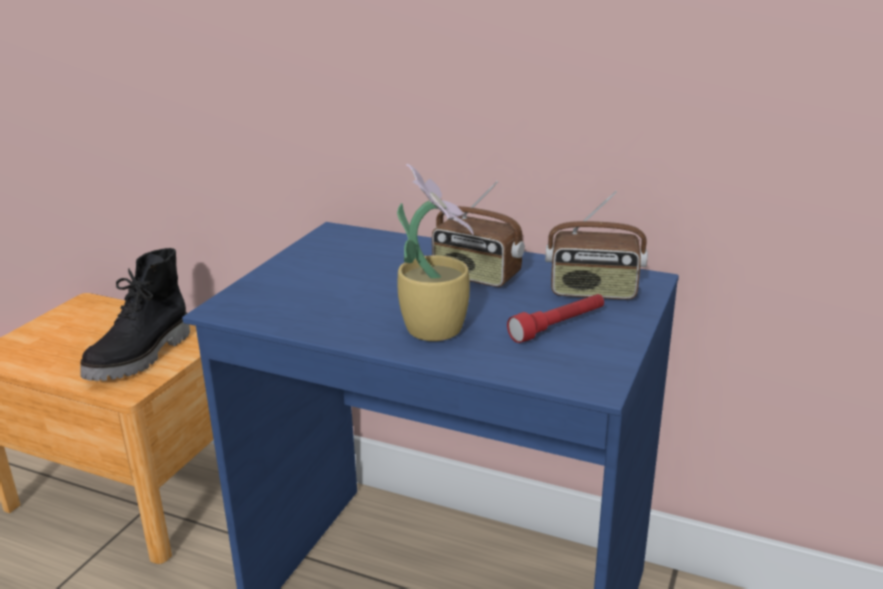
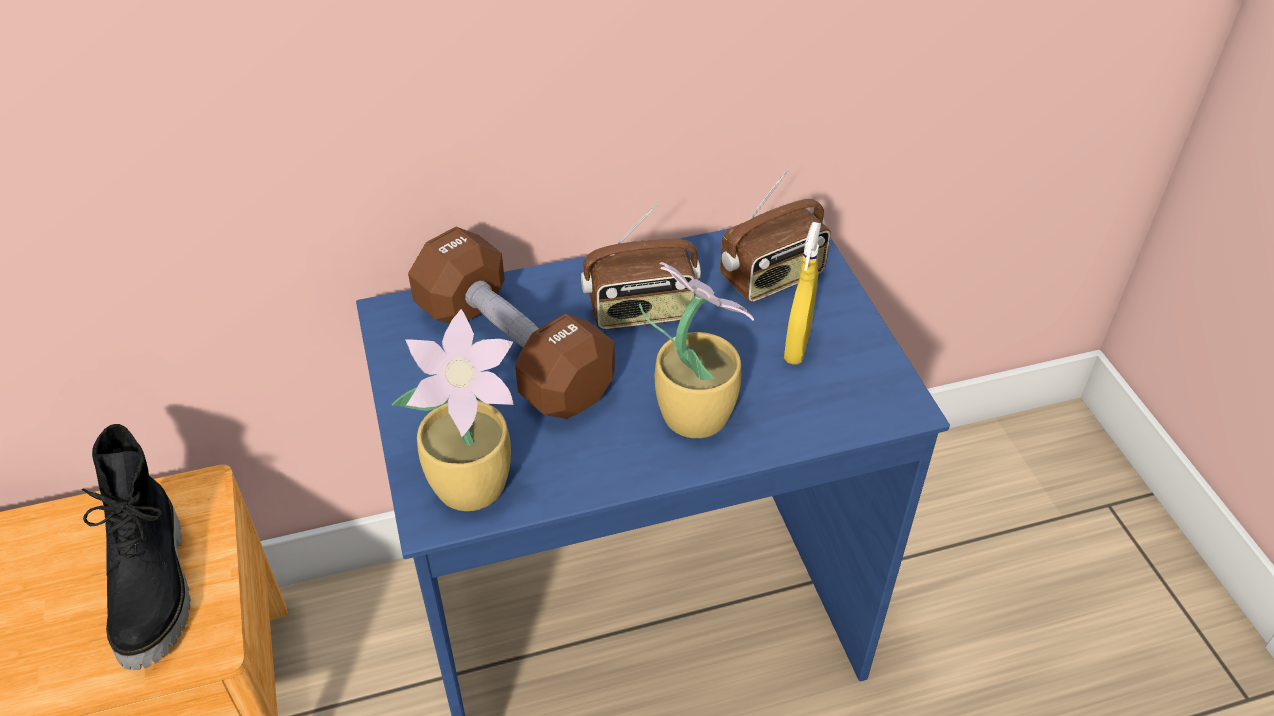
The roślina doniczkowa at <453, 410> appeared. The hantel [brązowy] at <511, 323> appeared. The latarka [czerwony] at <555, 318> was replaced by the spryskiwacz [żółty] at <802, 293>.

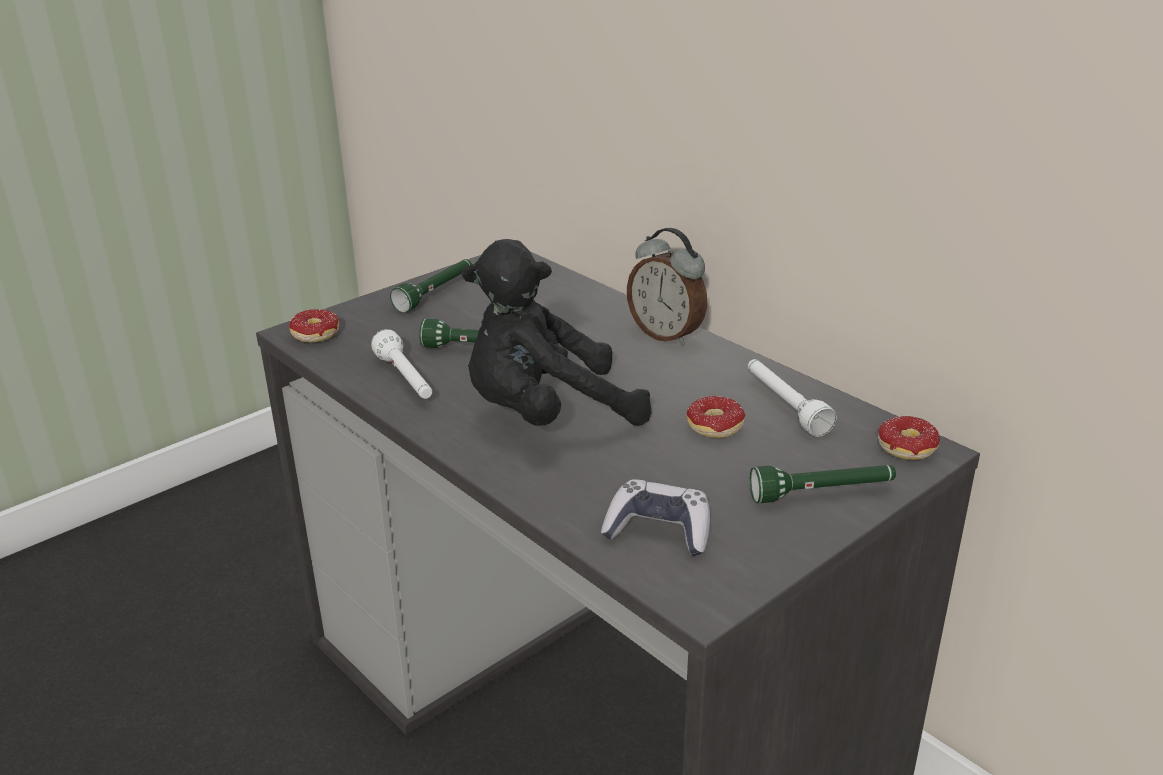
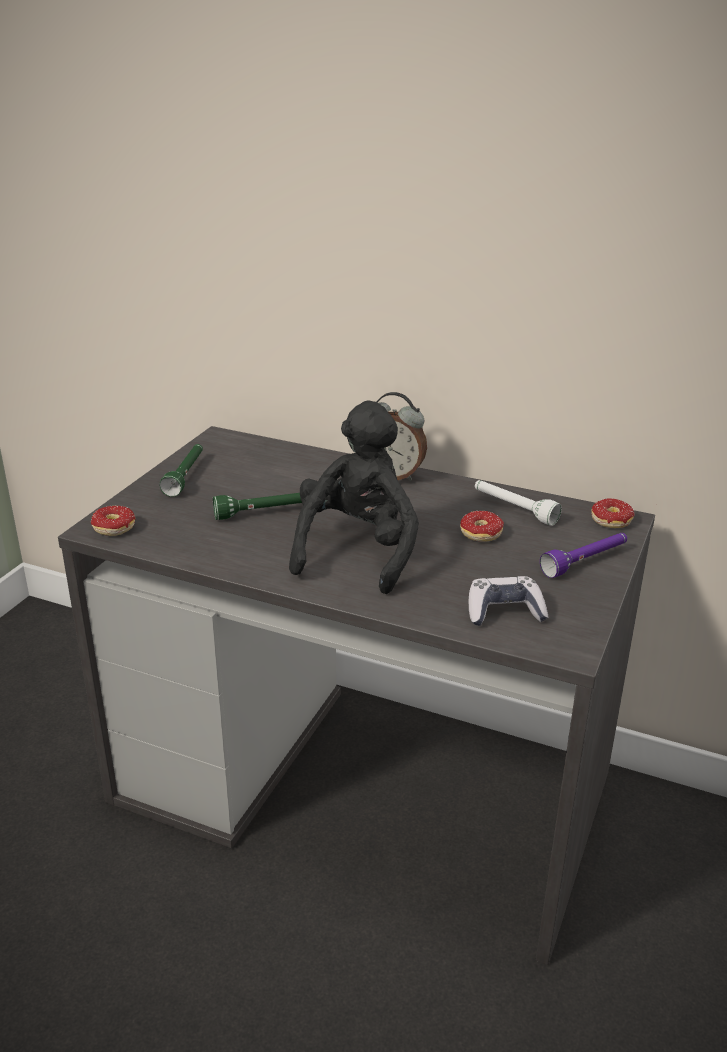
The pluszak [czarny] at <557, 332> turned 150 degrees clockwise. The latarka [zielony] at <823, 484> became the latarka [fioletowy] at <583, 555>. The latarka [biały] at <401, 364> disappeared.

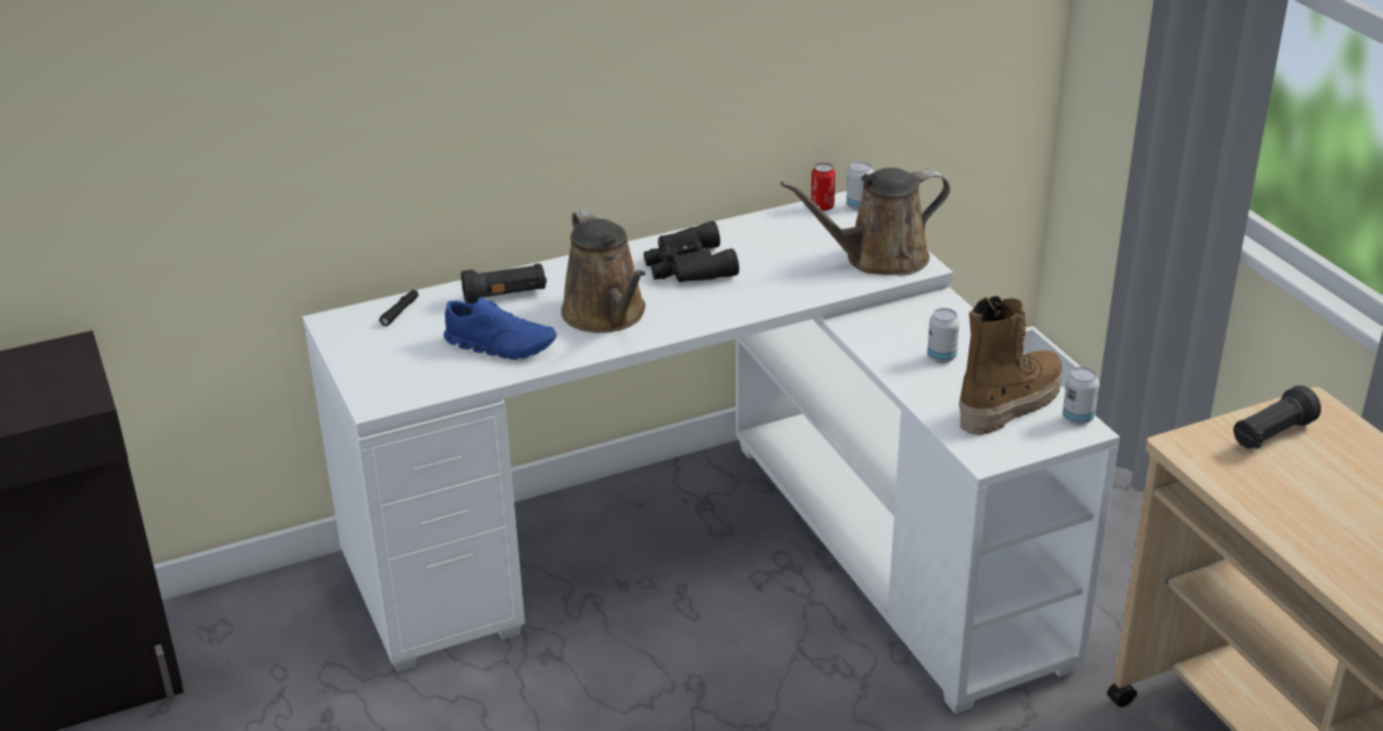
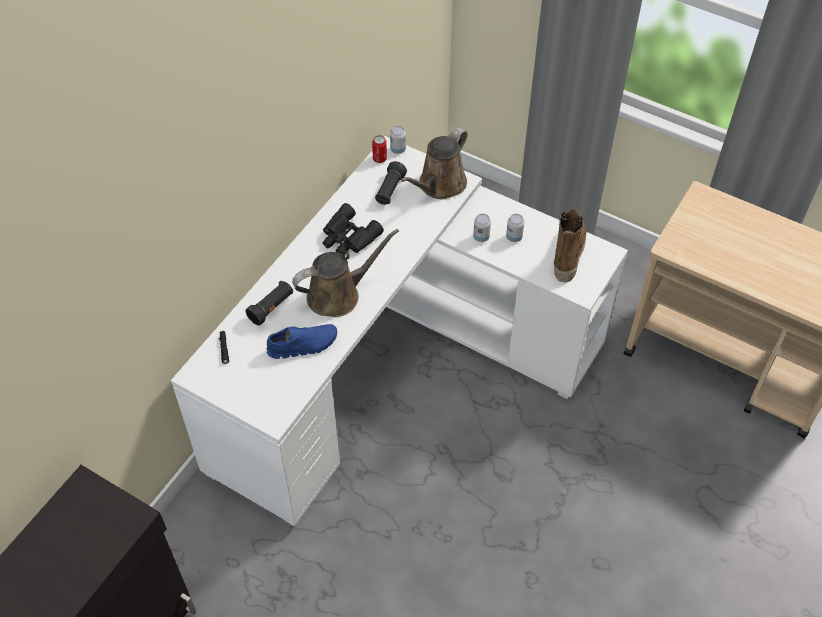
The konewka [brązowy] at <603, 271> turned 60 degrees counterclockwise. The latarka [czarny] moved from <1277, 417> to <391, 183>. The puszka moved from <1081, 396> to <482, 228>.

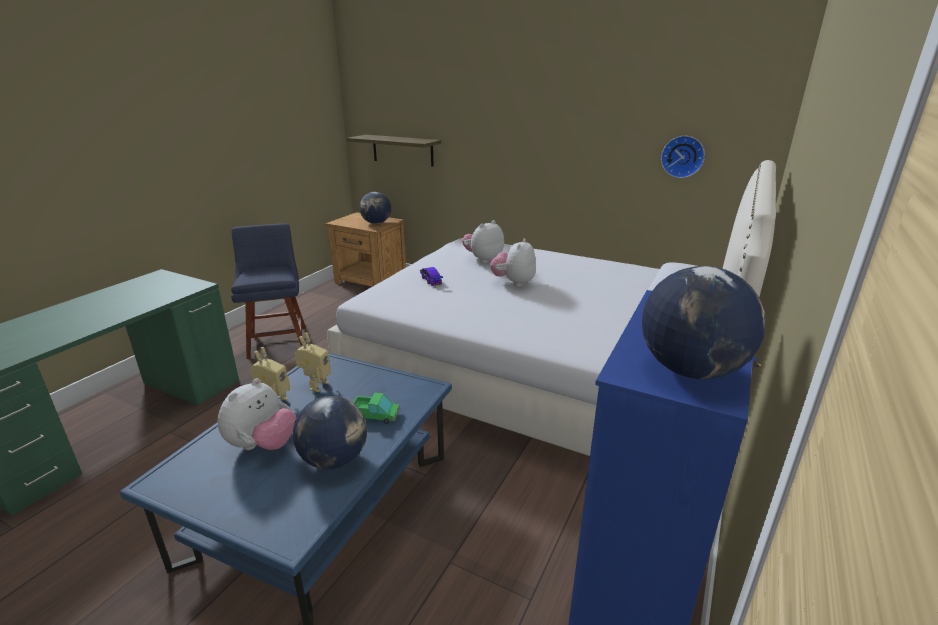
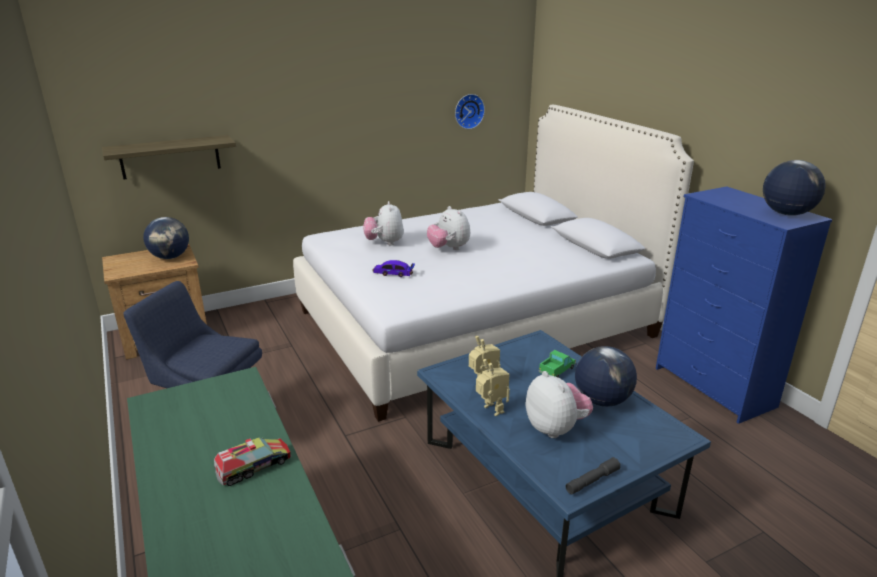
The ciężarówka zabawkowa at <253, 462> appeared. The latarka [szary] at <593, 475> appeared.

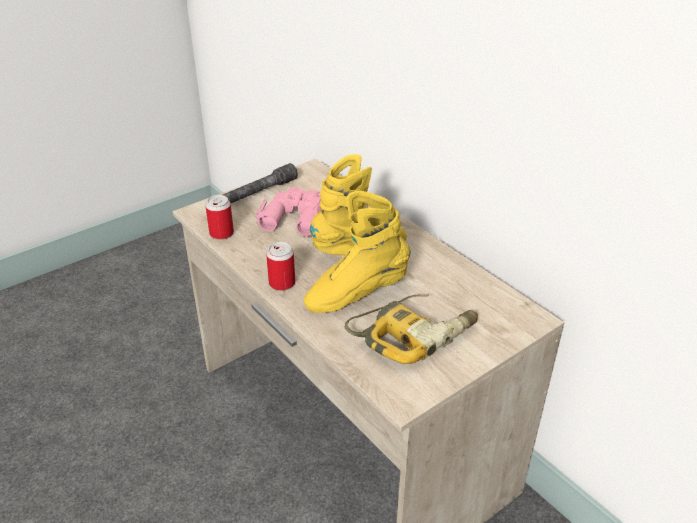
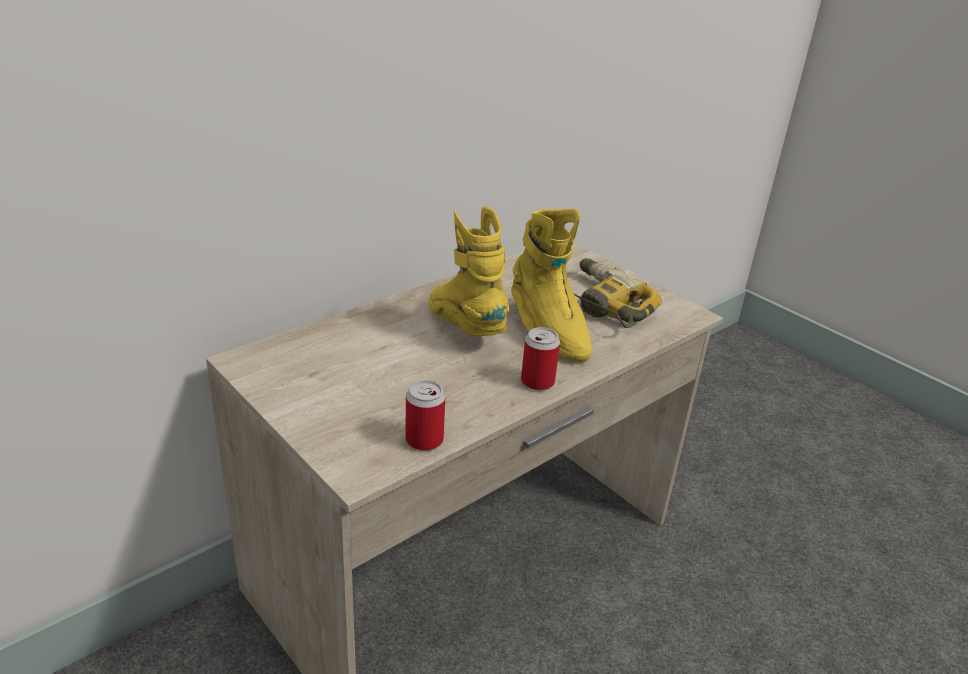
The latarka [szary] at <260, 183> disappeared. The lornetka [różowy] at <288, 212> disappeared.

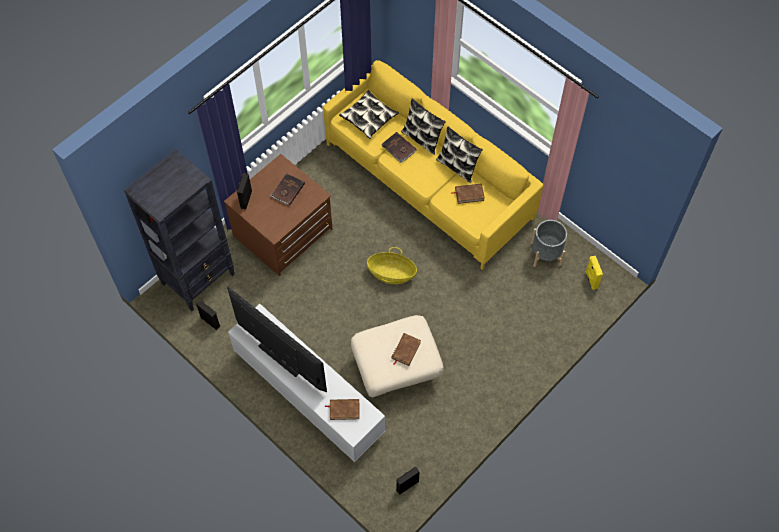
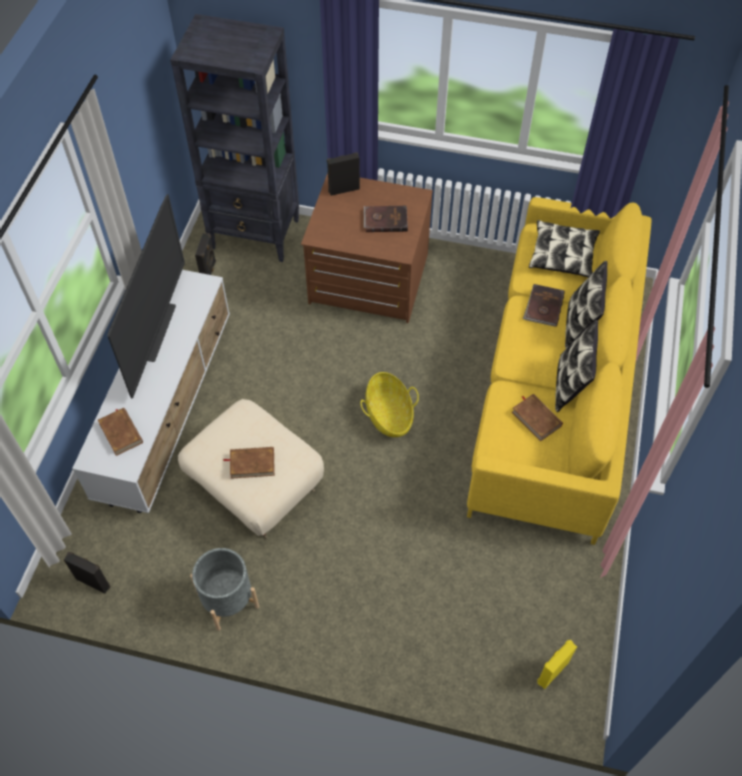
The donica [szary] moved from <549, 243> to <224, 589>.

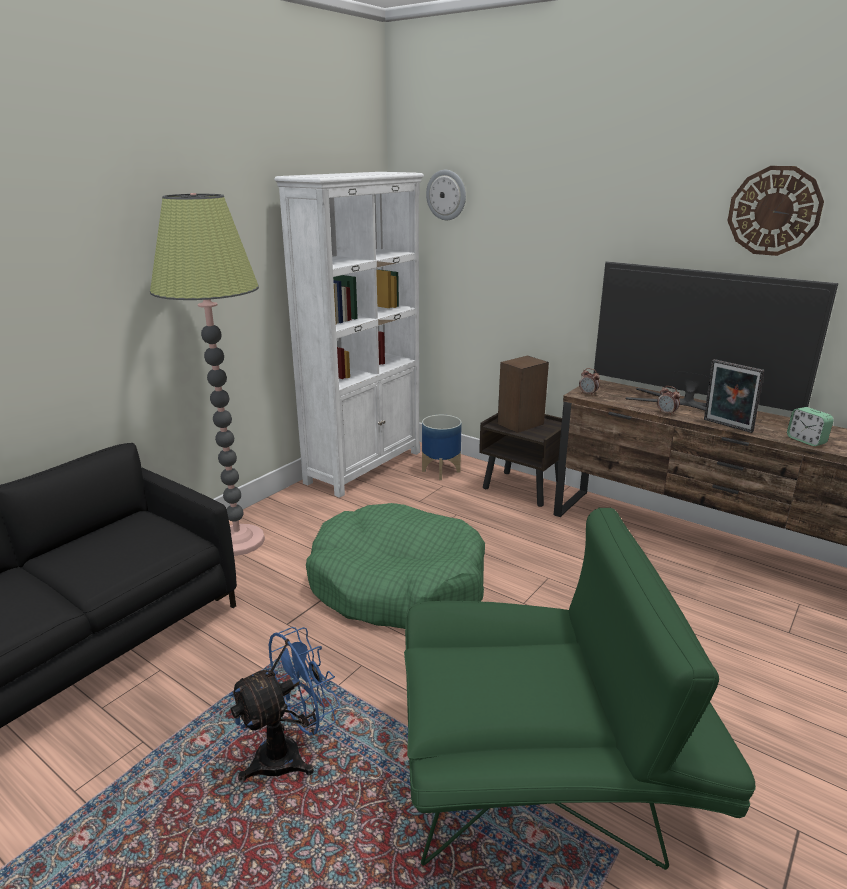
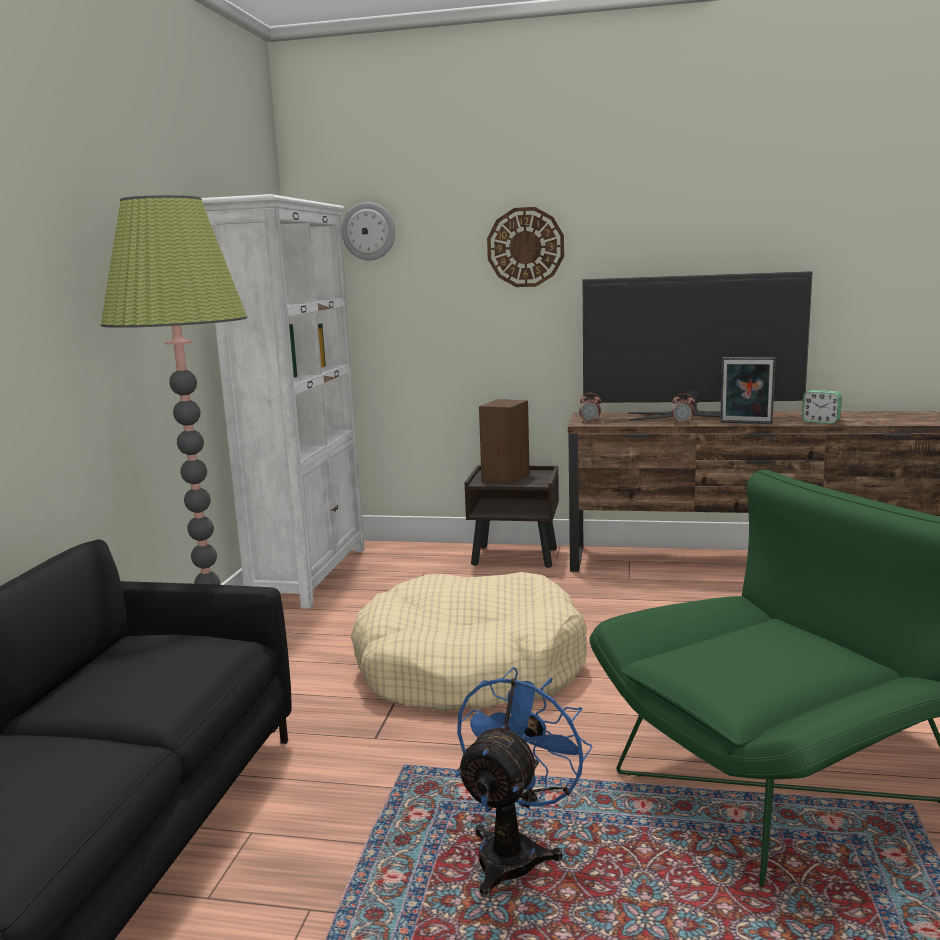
The legowisko [zielony] at <395, 566> became the legowisko [beżowy] at <469, 642>. The zegar ścienny moved from <775, 211> to <525, 247>. The donica at <442, 447> disappeared.

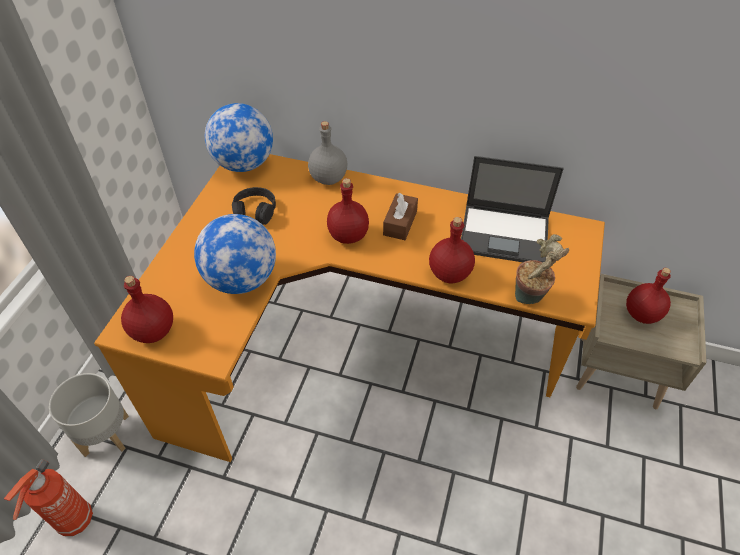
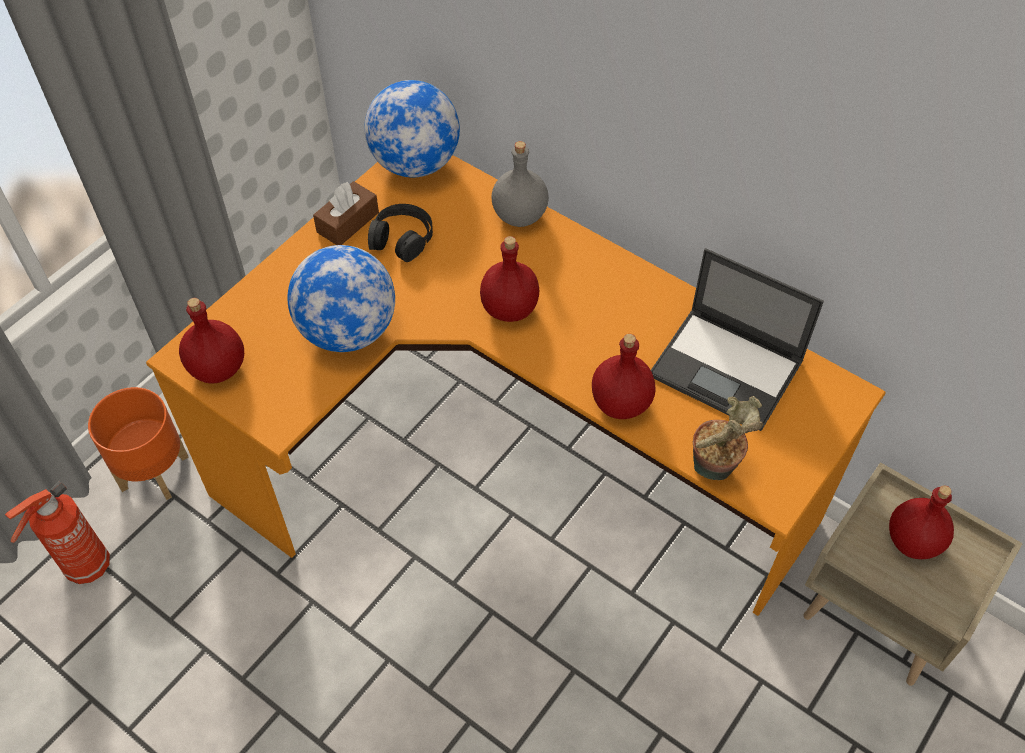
The donica [szary] at <89, 415> became the donica [pomarańczowy] at <138, 443>. The pudełko chusteczek [brązowy] moved from <400, 216> to <346, 213>.

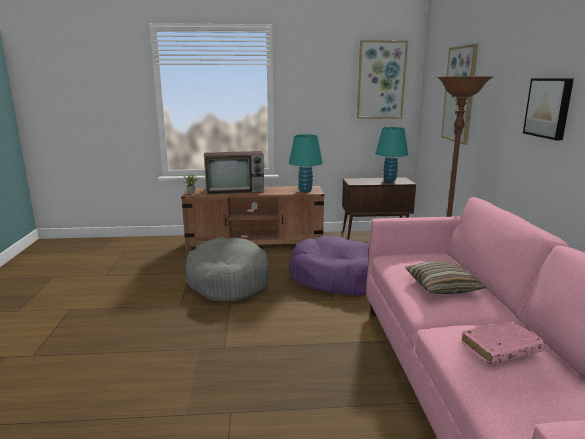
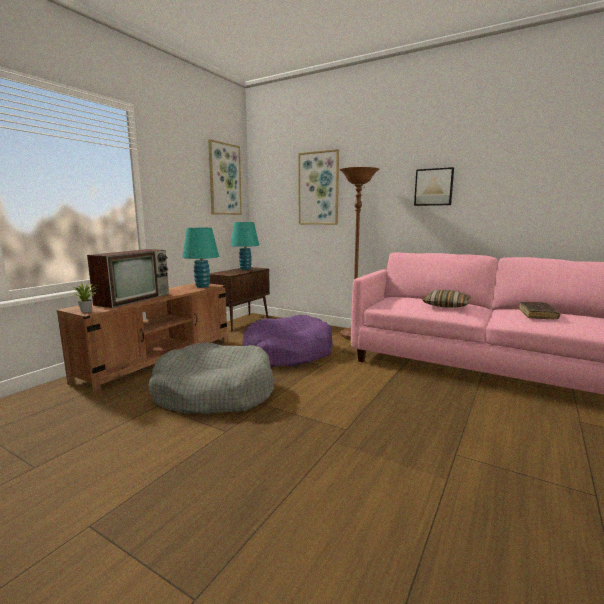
The książka [różowy] at <503, 342> became the książka [brązowy] at <539, 311>.

